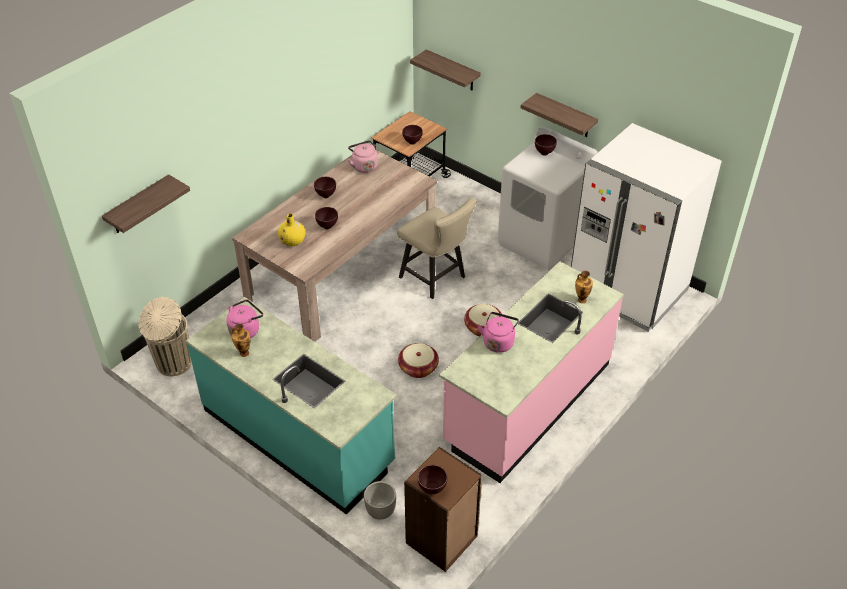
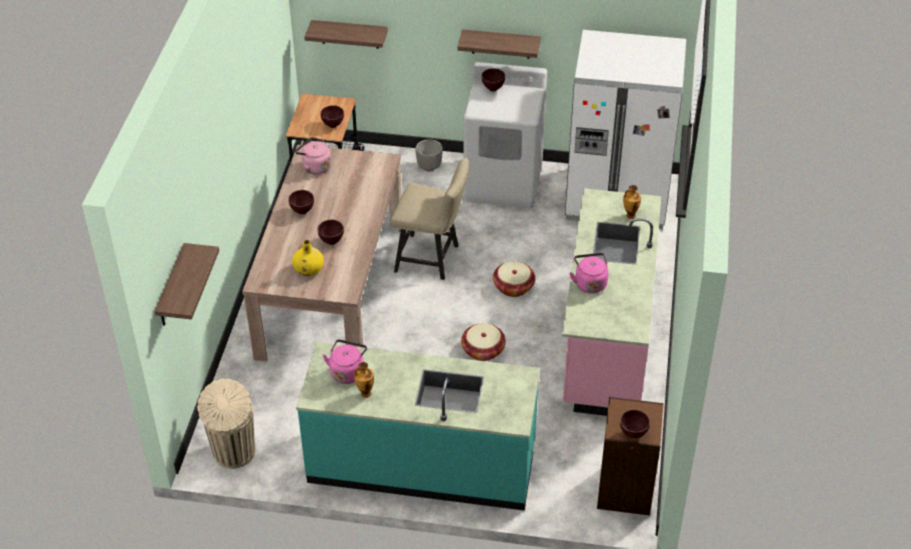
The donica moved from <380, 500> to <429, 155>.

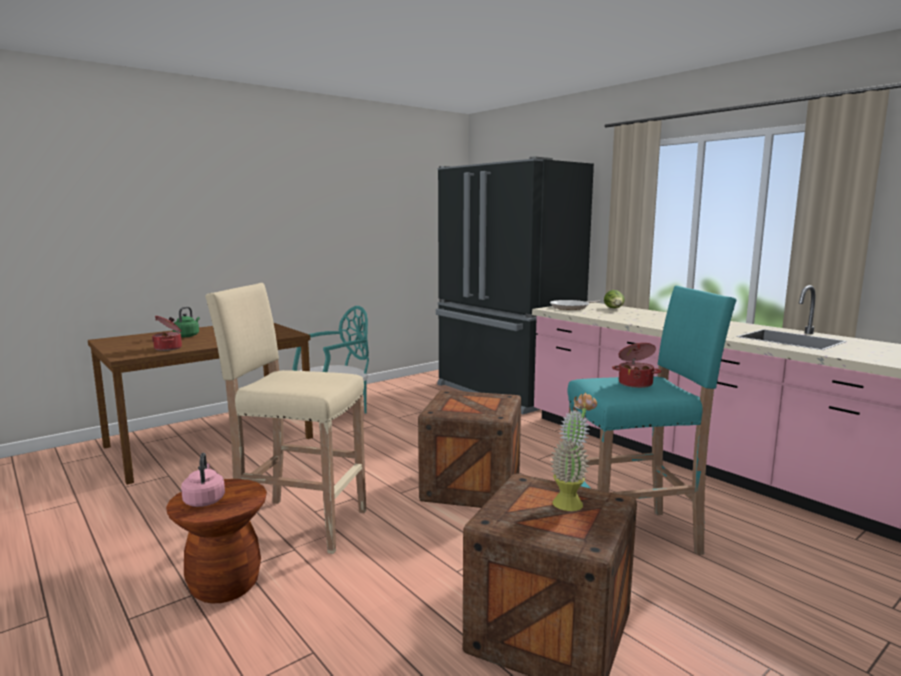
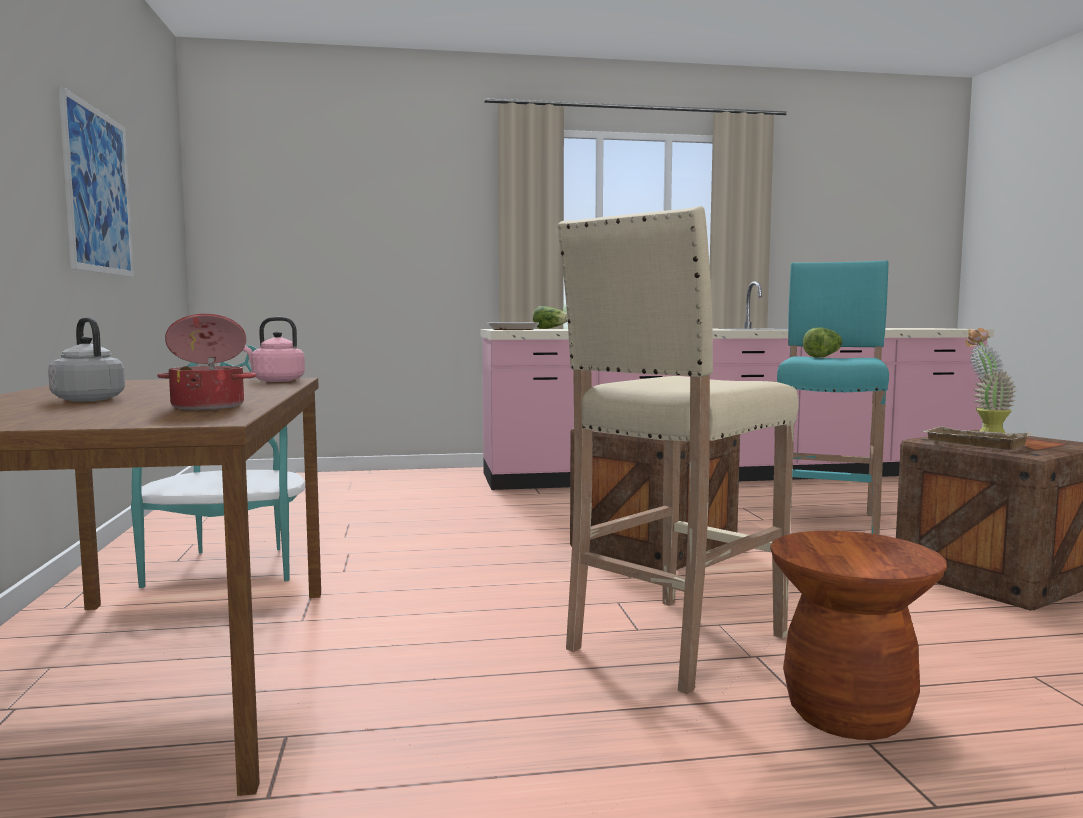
The czajnik [zielony] at <186, 322> became the czajnik [szary] at <86, 359>. The obraz at <96, 181> appeared. The czajnik [różowy] moved from <203, 480> to <274, 349>. The garnek at <636, 365> was replaced by the sałata at <822, 342>. The taca [beżowy] at <976, 438> appeared. The lodówka [czarny] at <515, 285> disappeared.

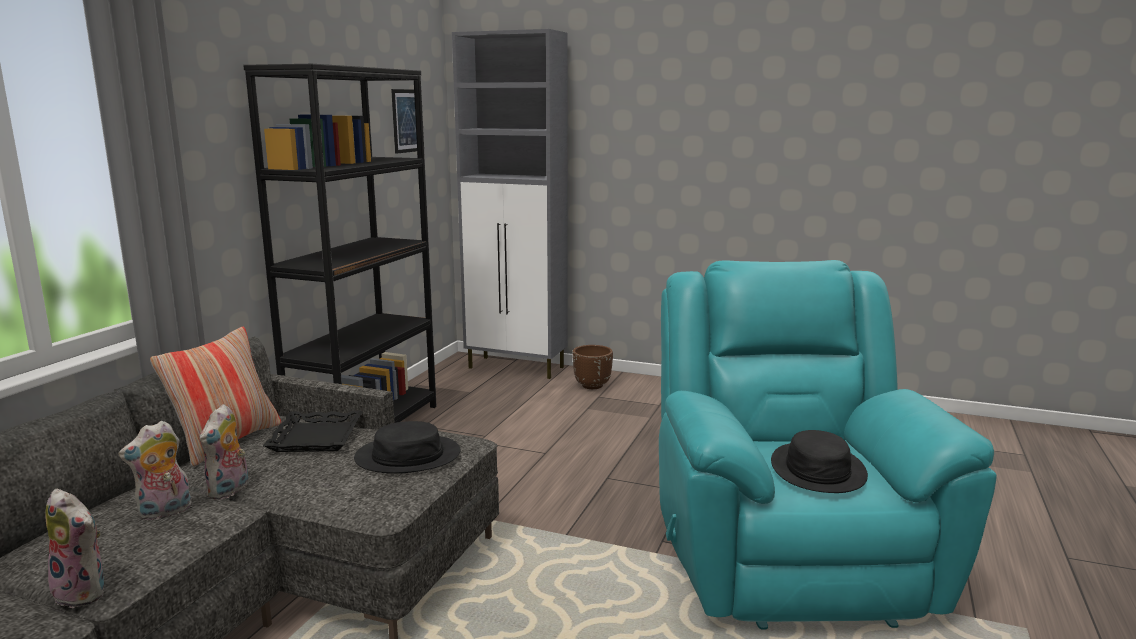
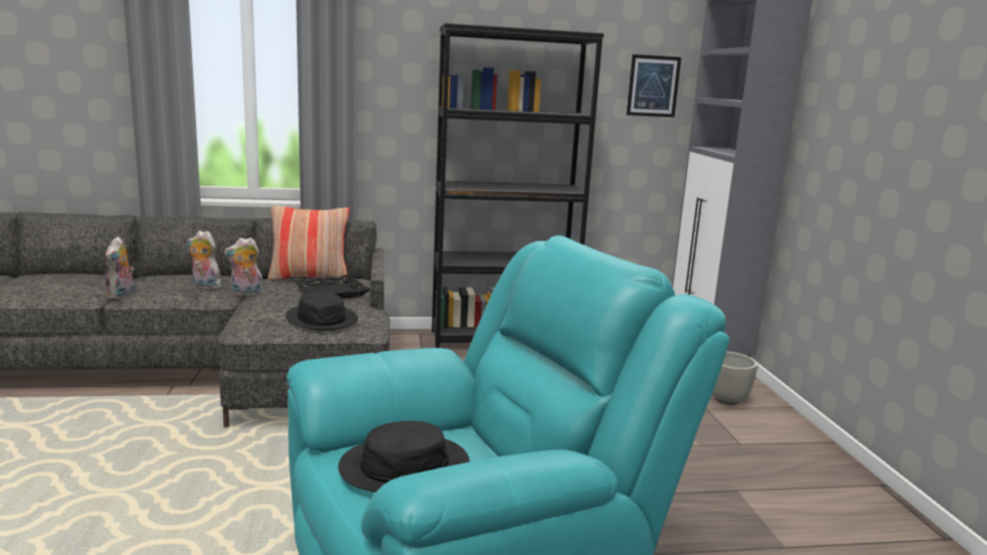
The donica [brązowy] at <592, 367> became the donica [szary] at <735, 378>.

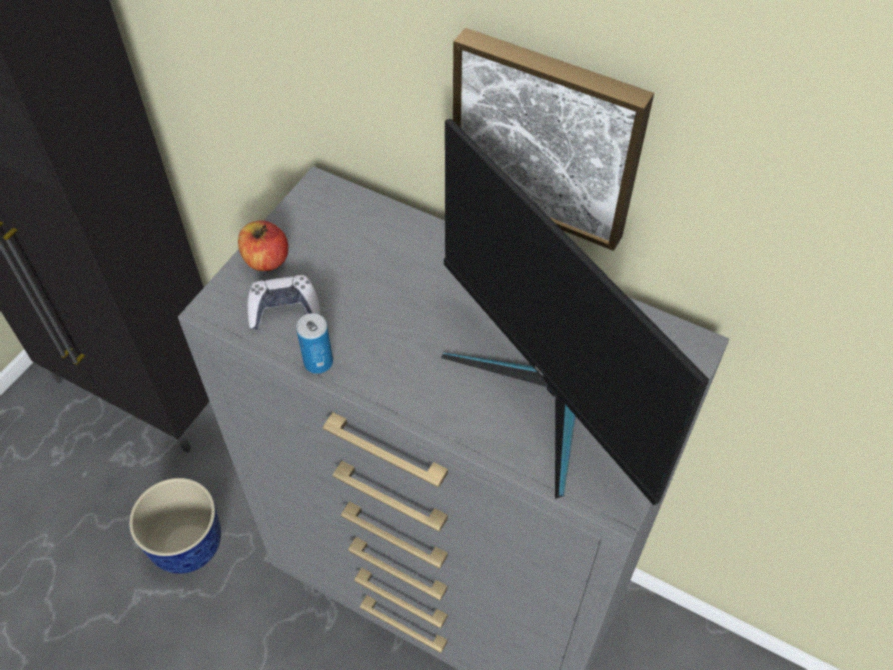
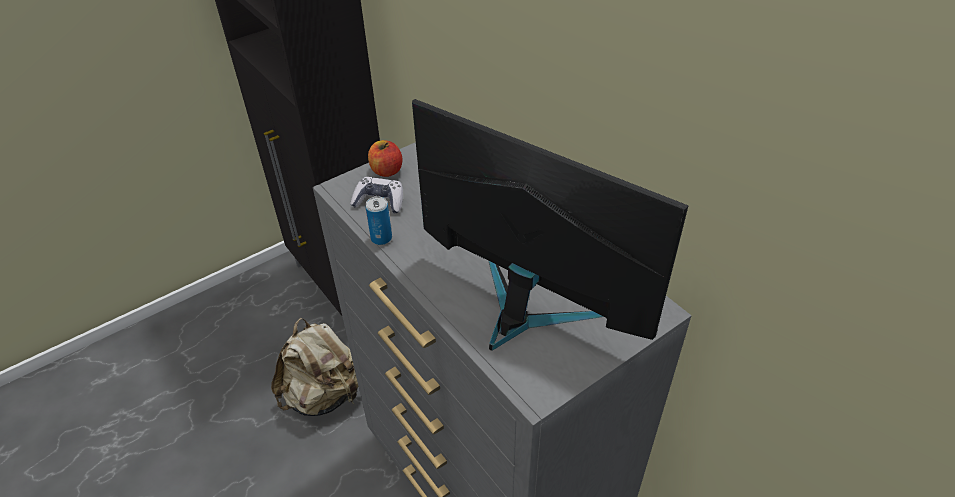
The donica at <175, 526> was replaced by the plecak [beżowy] at <315, 366>. The monitor at <575, 312> turned 135 degrees clockwise. The obraz at <553, 139> disappeared.

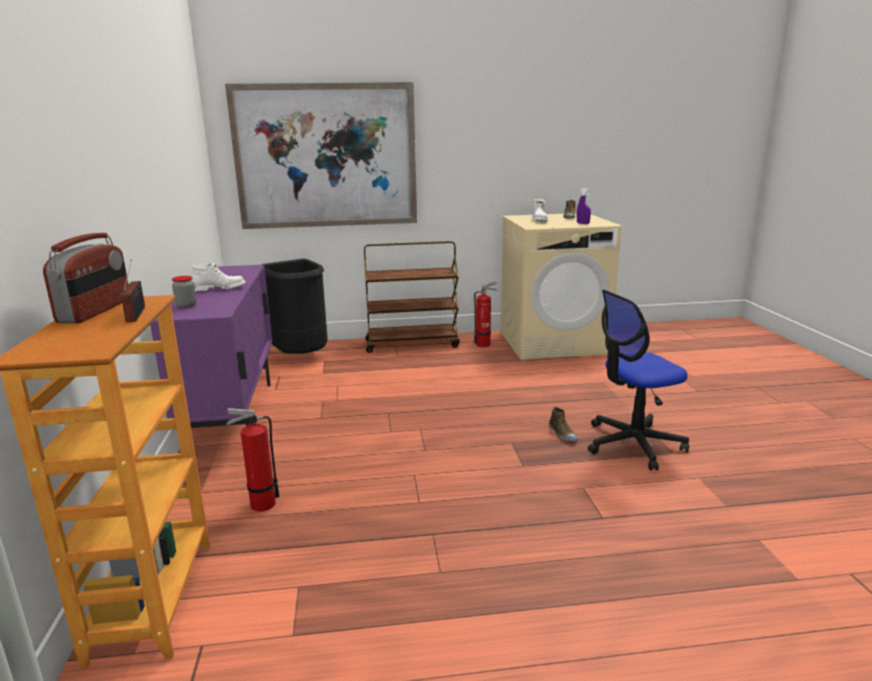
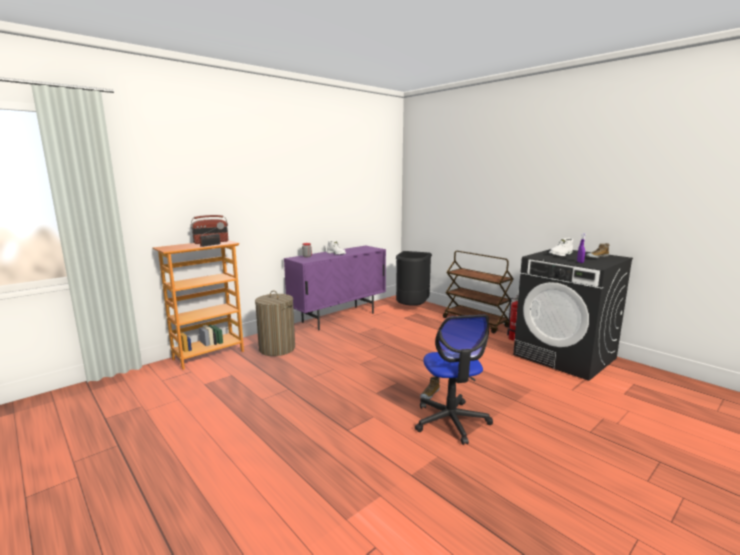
The gaśnica at <252, 460> was replaced by the kosz na pranie at <275, 323>. The krzesło biurowe at <638, 380> turned 135 degrees counterclockwise. The pralka [beżowy] at <561, 286> became the pralka [czarny] at <573, 315>. The obraz at <321, 155> disappeared.

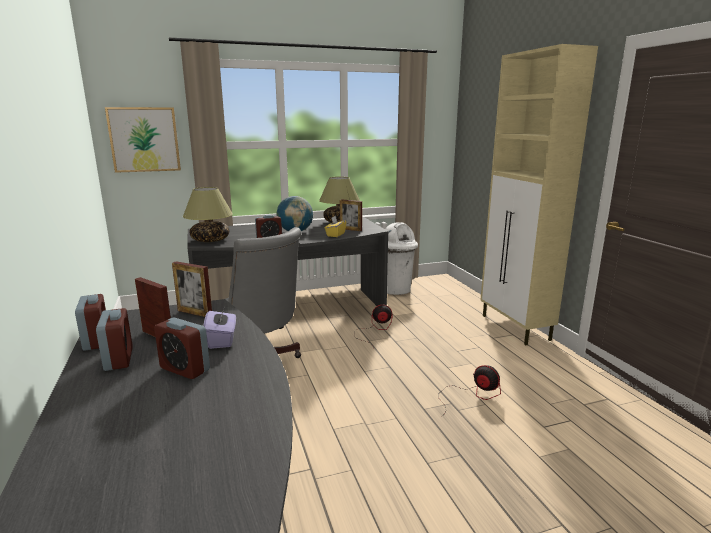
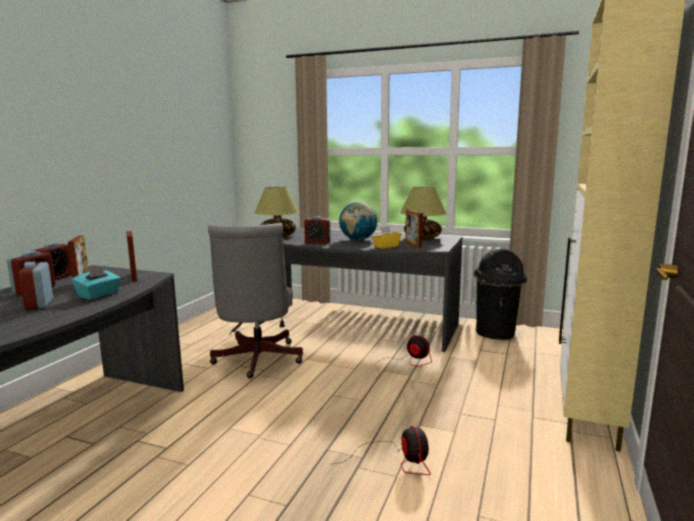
The pudełko chusteczek [fioletowy] at <219, 327> became the pudełko chusteczek [turkusowy] at <96, 282>. The kosz na śmieci [biały] at <401, 258> became the kosz na śmieci [czarny] at <500, 294>. The obraz at <143, 140> disappeared.

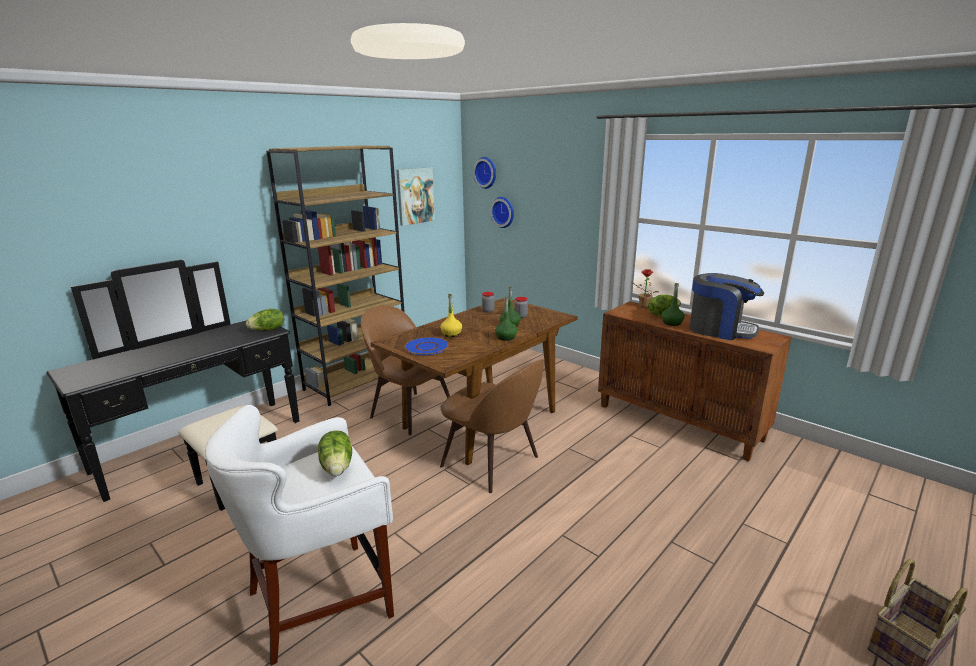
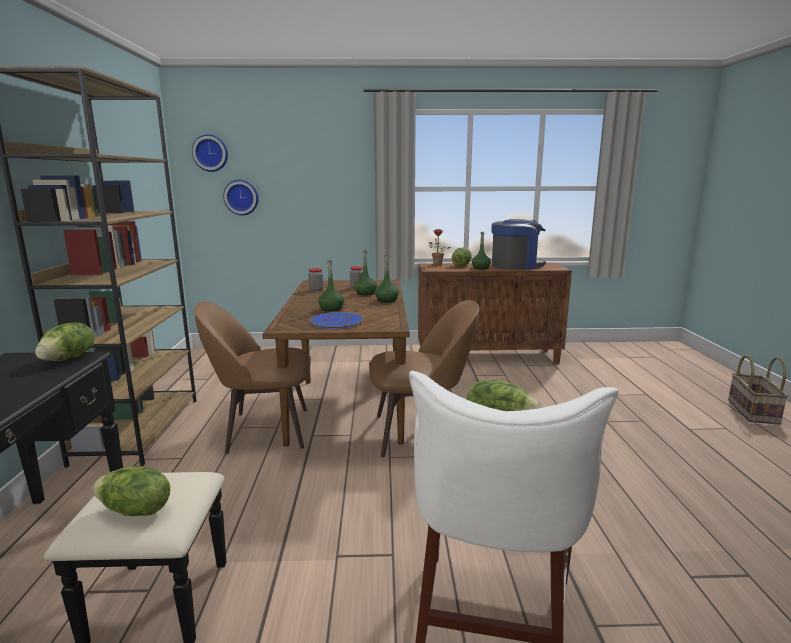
The sałata at <131, 491> appeared. The butelka [żółty] at <451, 315> became the butelka [zielony] at <331, 285>. The obraz at <415, 196> disappeared.

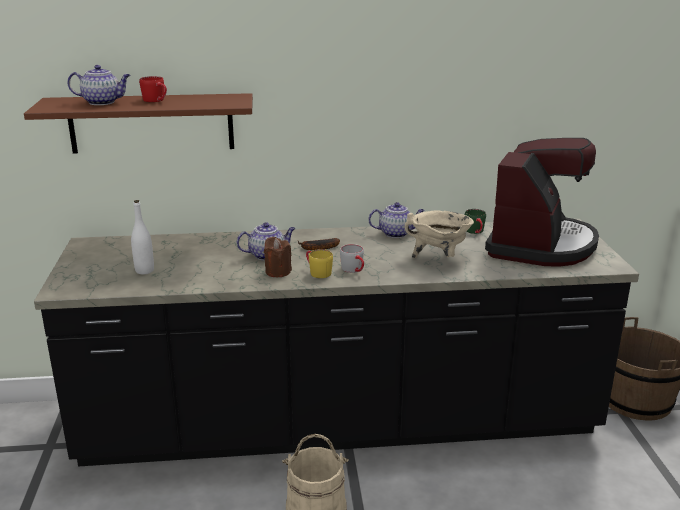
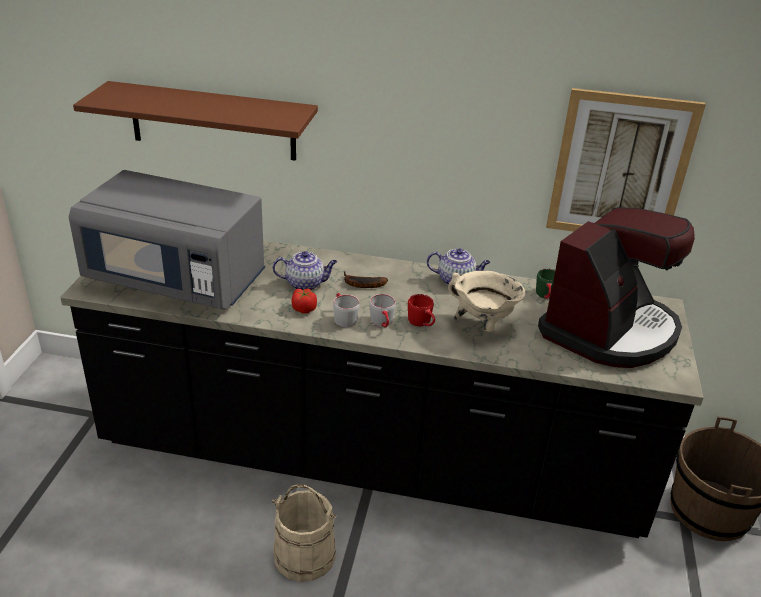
The butelka [biały] at <142, 237> was replaced by the mikrofalówka [szary] at <167, 240>. The świeca [brązowy] at <278, 257> was replaced by the pomidor at <304, 301>. The kubek [żółty] at <319, 263> became the kubek [szary] at <346, 310>. The kubek [czerwony] moved from <153, 89> to <421, 310>. The obraz at <626, 160> appeared. The imbryk at <98, 85> disappeared.

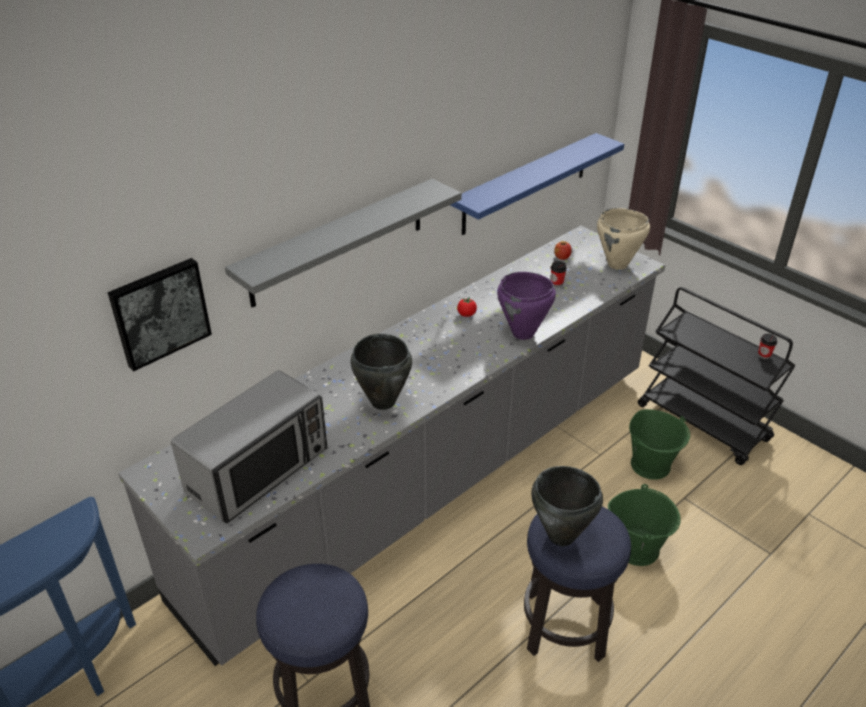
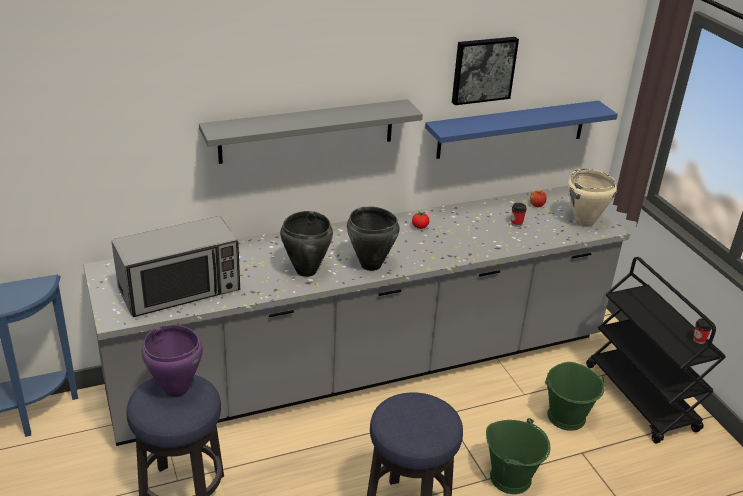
The garnek [fioletowy] moved from <526, 306> to <172, 360>. The garnek [czarny] moved from <567, 506> to <373, 238>. The obraz moved from <160, 314> to <485, 71>.

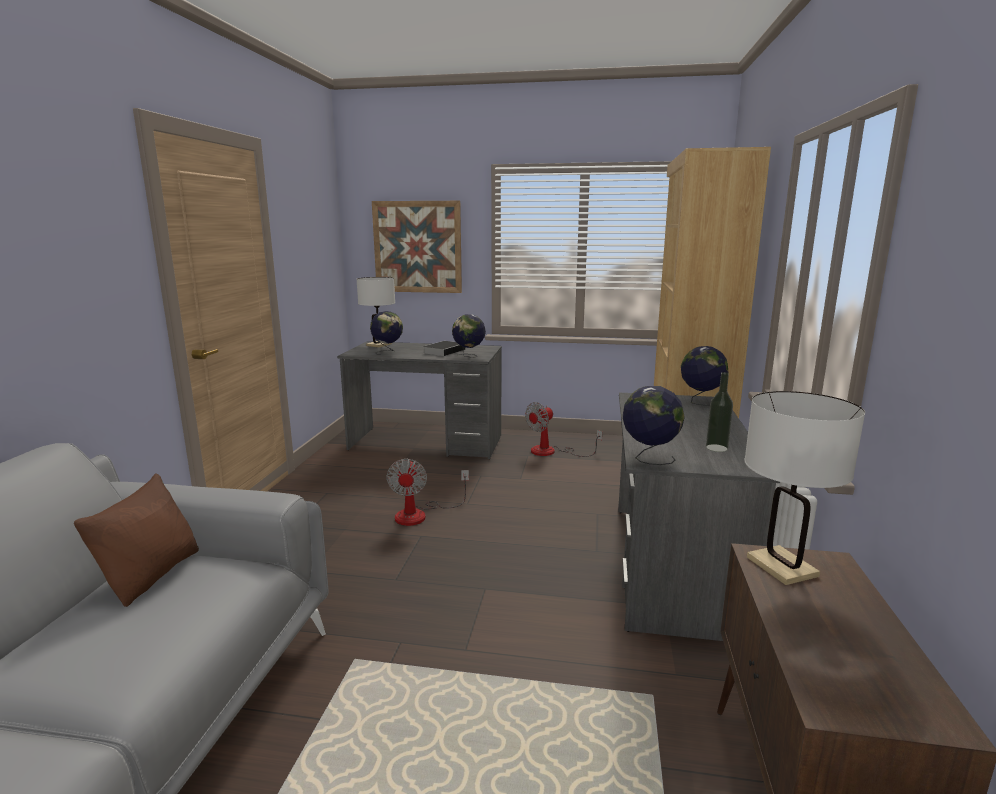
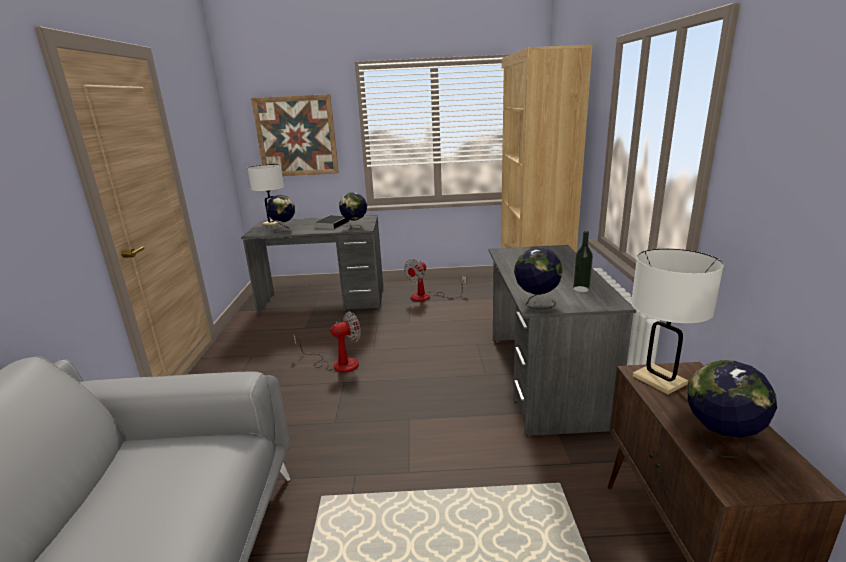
The wentylator at <427, 492> turned 105 degrees counterclockwise. The globus moved from <705, 376> to <732, 409>. The poduszka [brązowy] at <136, 540> disappeared.

